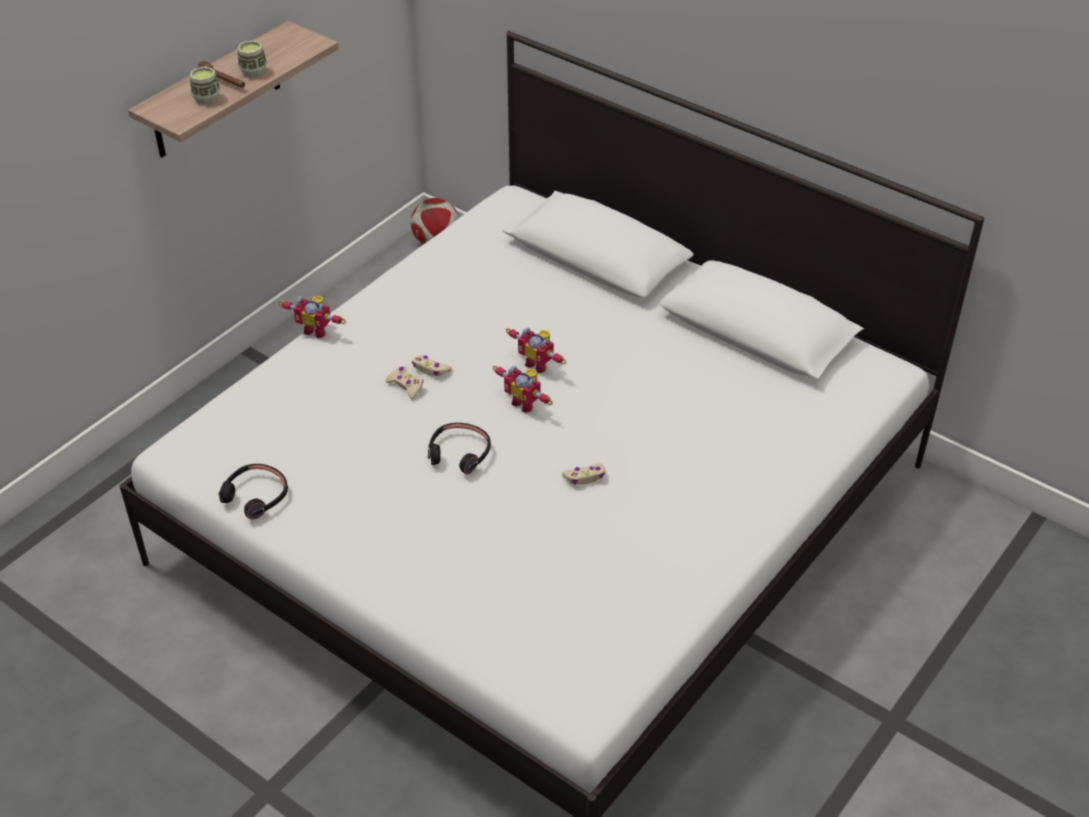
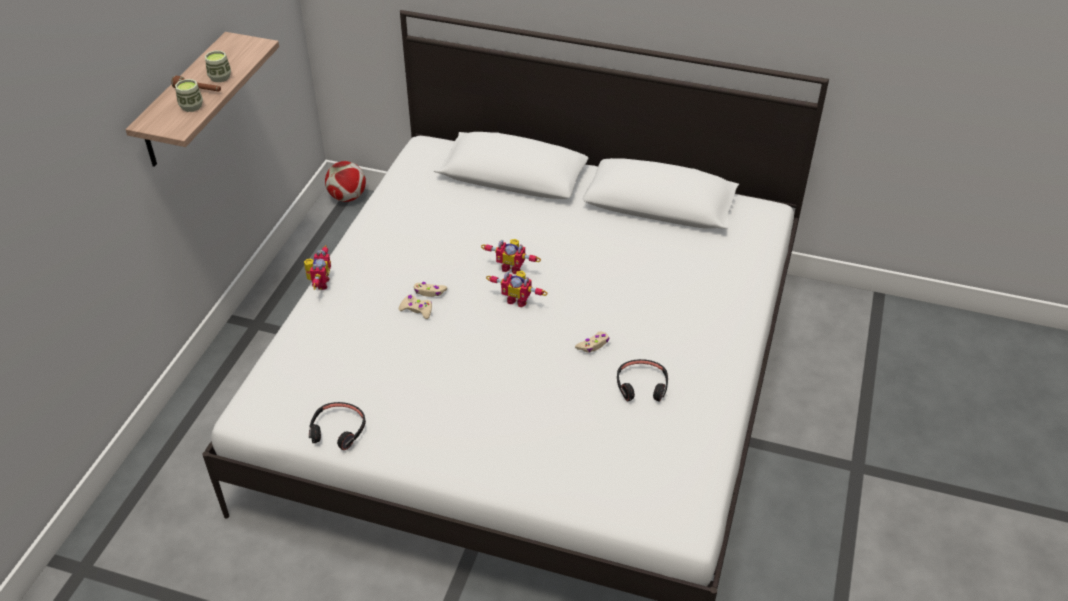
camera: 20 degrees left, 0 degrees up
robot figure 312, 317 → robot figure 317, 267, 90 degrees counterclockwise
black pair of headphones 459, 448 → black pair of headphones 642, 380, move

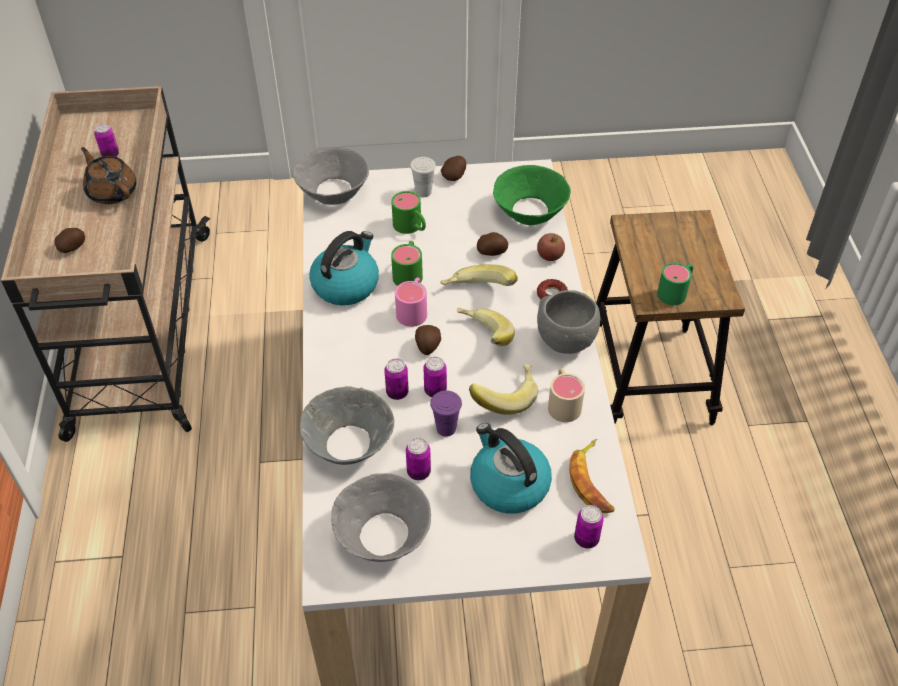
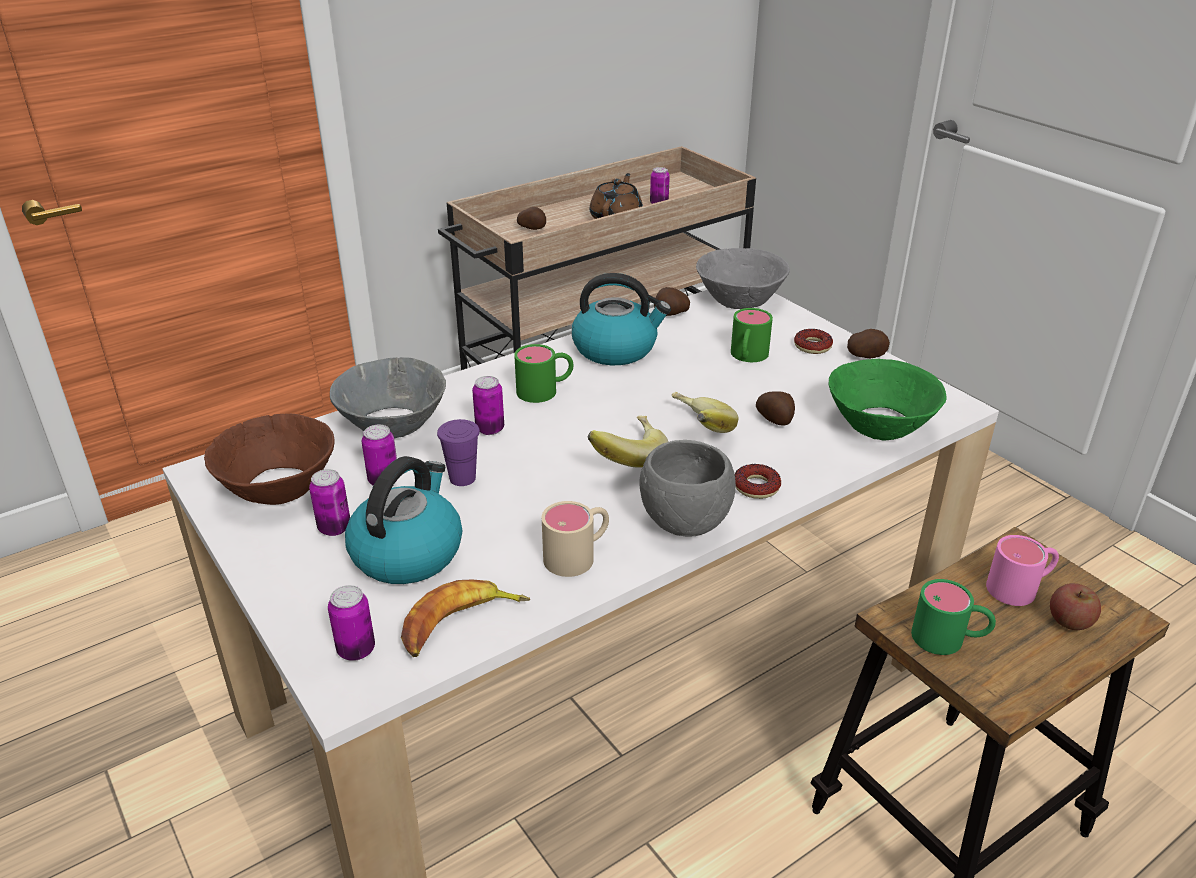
camera: 60 degrees right, 15 degrees down
grey deep dish 381, 517 → brown deep dish 269, 459
green-coloured tea mug 407, 263 → green-coloured tea mug 543, 373, move
pink tea mug 411, 302 → pink tea mug 1022, 570, move
white drinking cup 423, 177 → donut 813, 341
potato 428, 340 → potato 672, 301, move
metal can 435, 376 → metal can 329, 502, move
banana 503, 389 → -
whole apple 551, 247 → whole apple 1075, 606, move

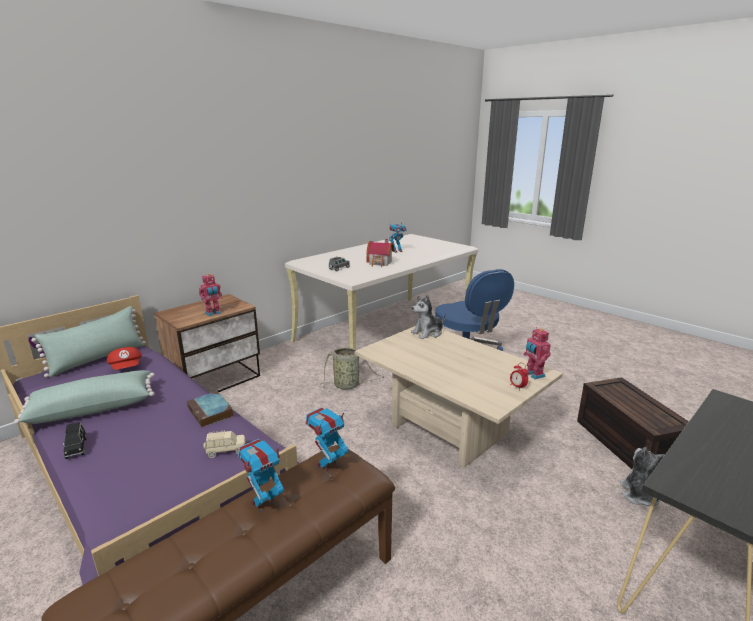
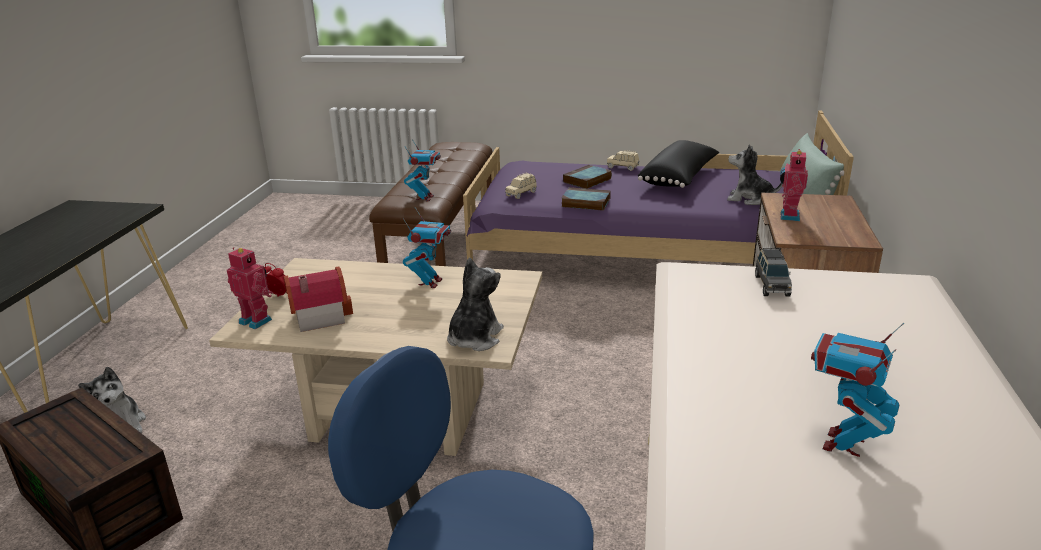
camera: 145 degrees right, 5 degrees up
green-coloured pillow 84, 397 → black pillow 678, 164
black miniature car 75, 440 → beige miniature car 623, 160
reddish cap 124, 358 → cuddly toy 755, 174
robot figure 261, 476 → robot figure 427, 247, move
storage basket 352, 368 → -
toy house 380, 253 → toy house 318, 299, move
- → volume 587, 177

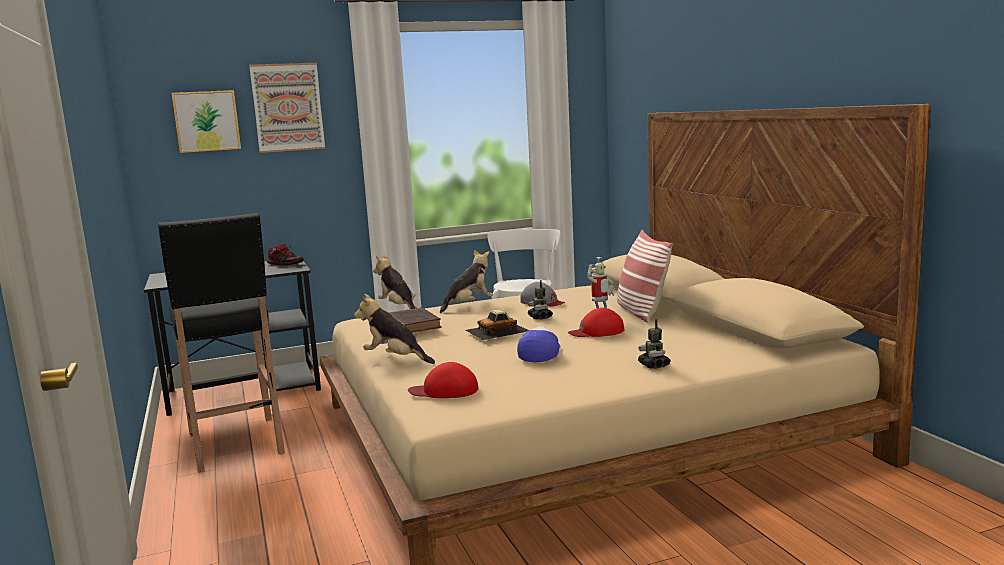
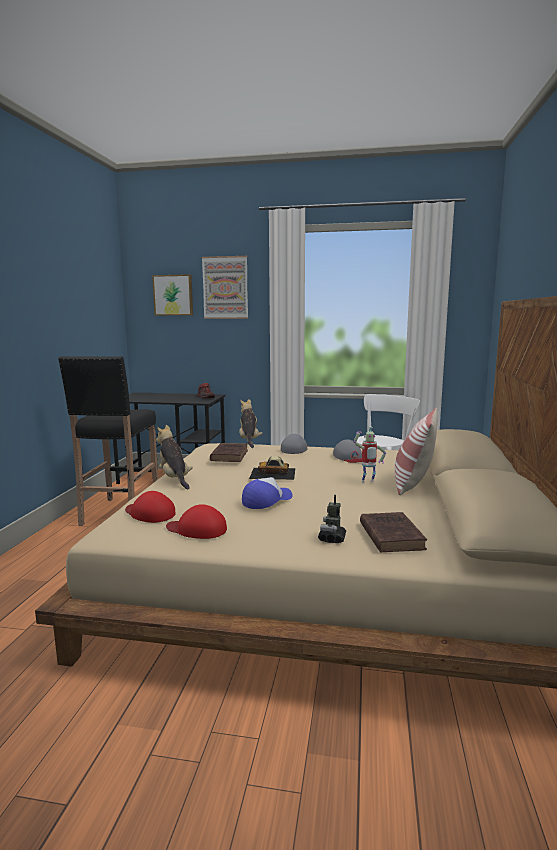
camera: 30 degrees right, 0 degrees up
cuddly toy 466, 281 → grey cap 294, 444
robot figure 540, 300 → -
reddish cap 595, 322 → reddish cap 196, 521, move
- → brown volume 393, 532

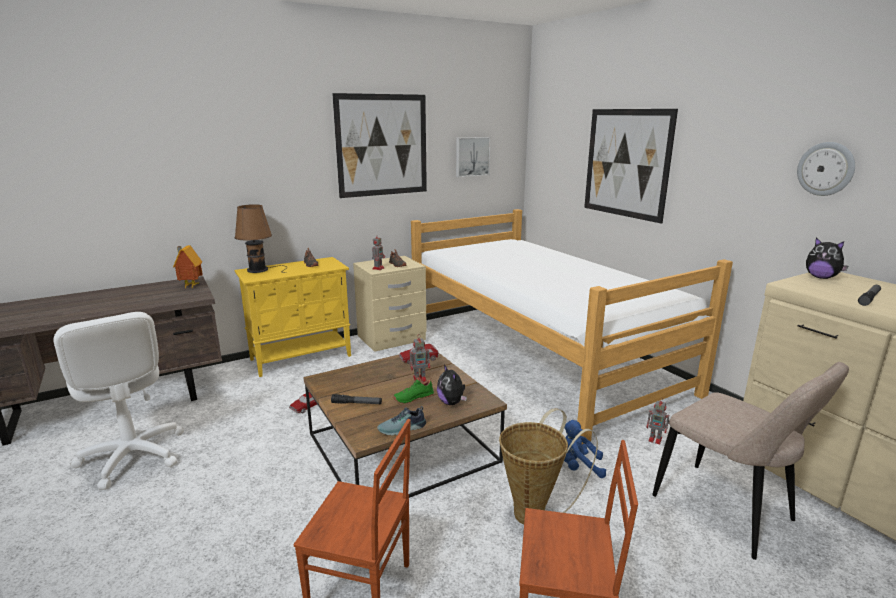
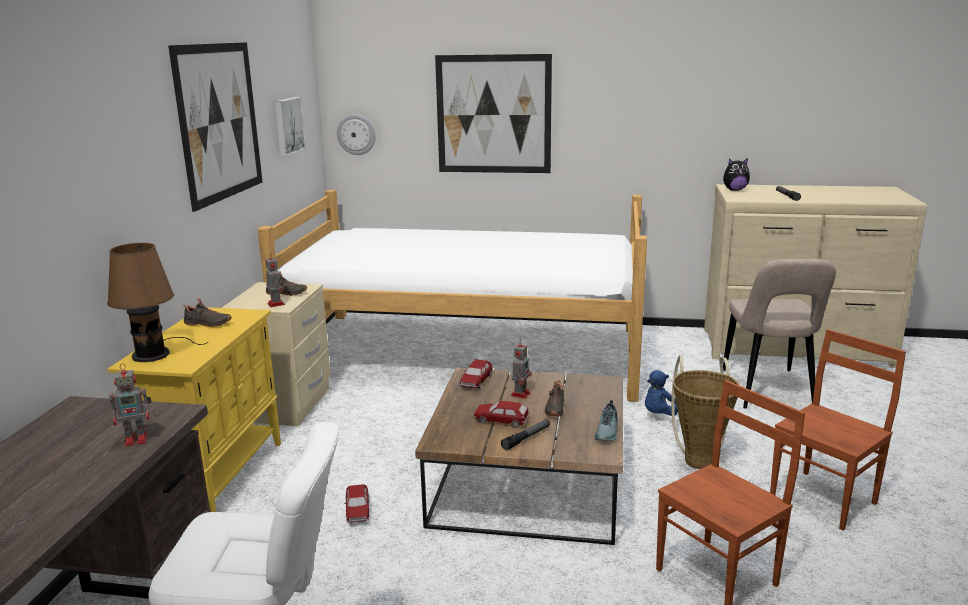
camera: 50 degrees left, 0 degrees up
toy house 188, 267 → -
green-coloured item of footwear 413, 389 → black item of footwear 554, 398
cuddly toy 452, 385 → -
robot figure 658, 421 → robot figure 130, 405, move
beige upright chair 750, 461 → beige upright chair 779, 334, 90 degrees clockwise
hanging clock 826, 169 → hanging clock 356, 134, move
- → miniature car 501, 414

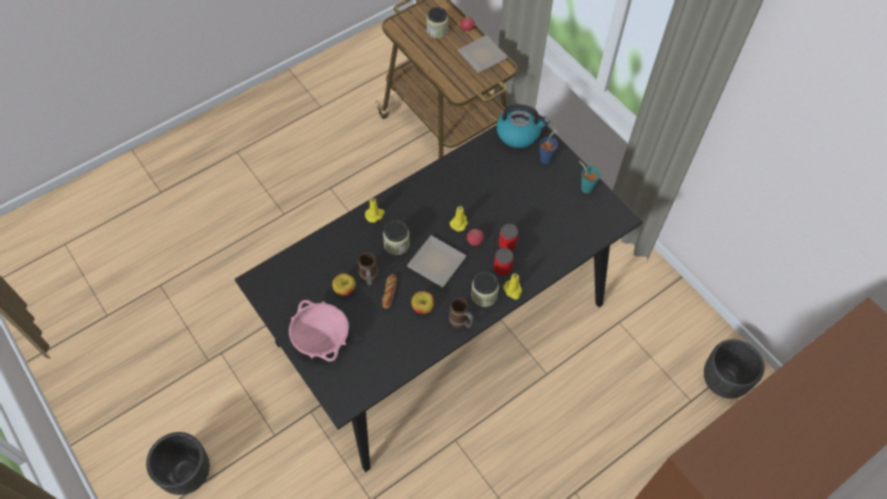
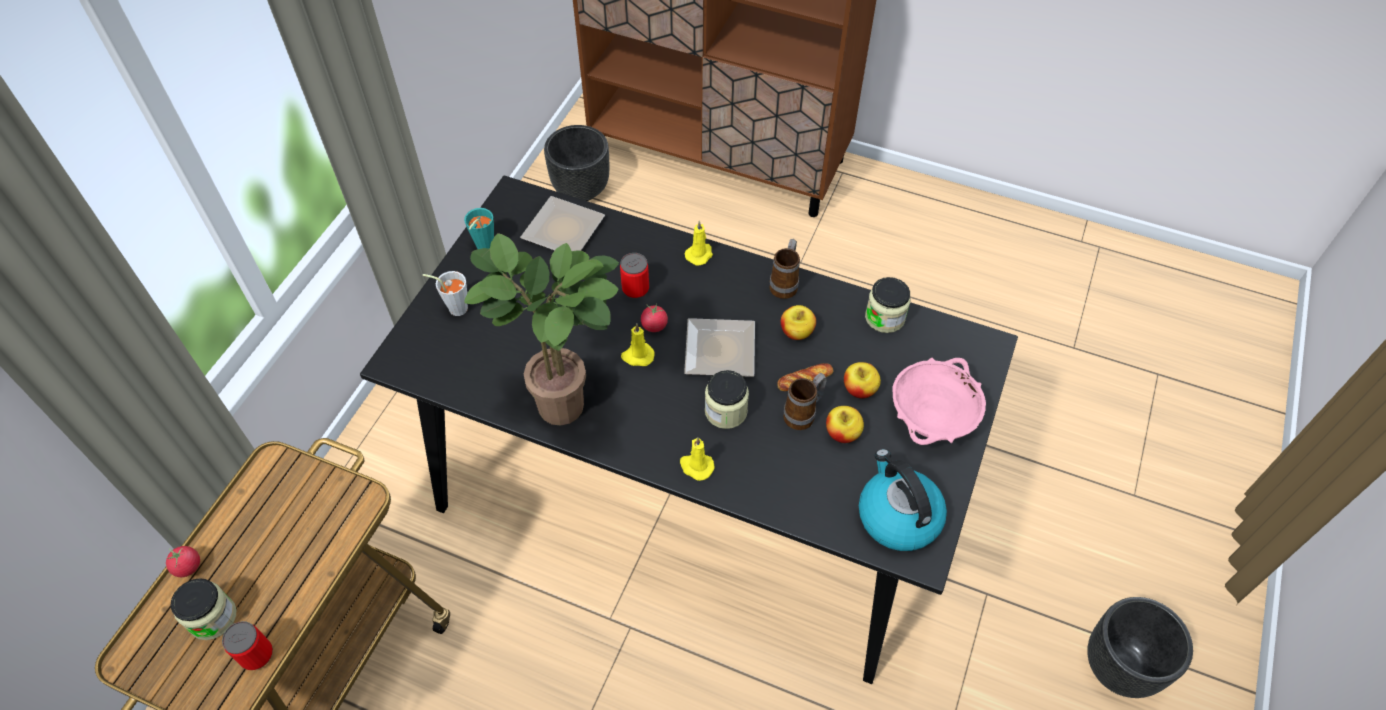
camera: 120 degrees left, 5 degrees down
plate 482, 54 → plate 562, 223, move
jar 485, 289 → jar 887, 305, move
metal can 504, 262 → metal can 247, 645, move
water kettle 523, 126 → water kettle 903, 500, move
bluish drinking cup 549, 146 → grey drinking cup 445, 293
- → plant in a pot 541, 329
- → whole apple 862, 380

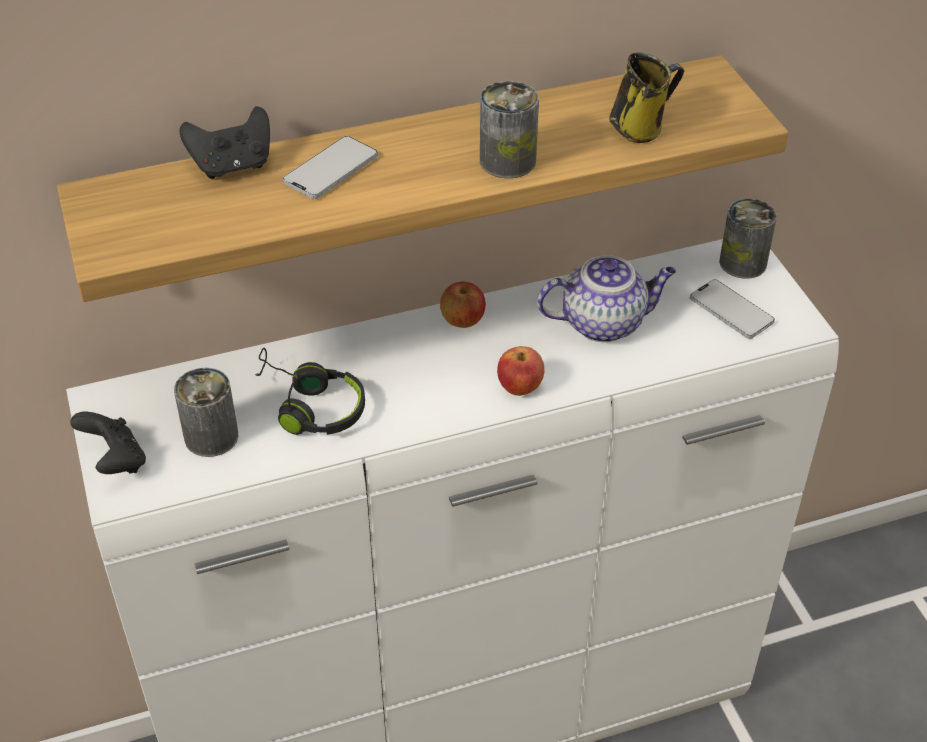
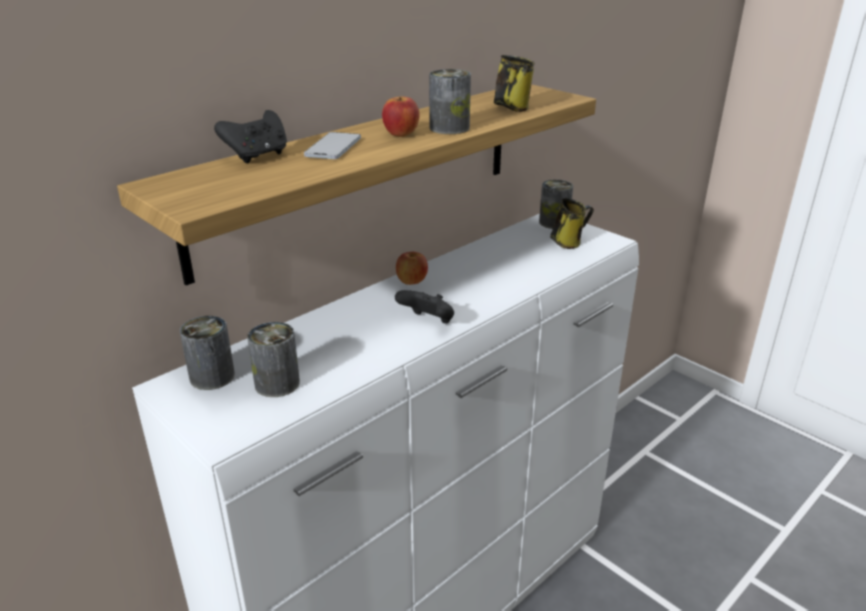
camera: 25 degrees left, 15 degrees down
black joypad 108, 442 → black joypad 424, 306, move
black pair of headphones 310, 391 → -
whole apple 521, 371 → whole apple 401, 116, move
pot for tea 606, 298 → -
phone 732, 309 → tea mug 572, 223
- → metal can 207, 353

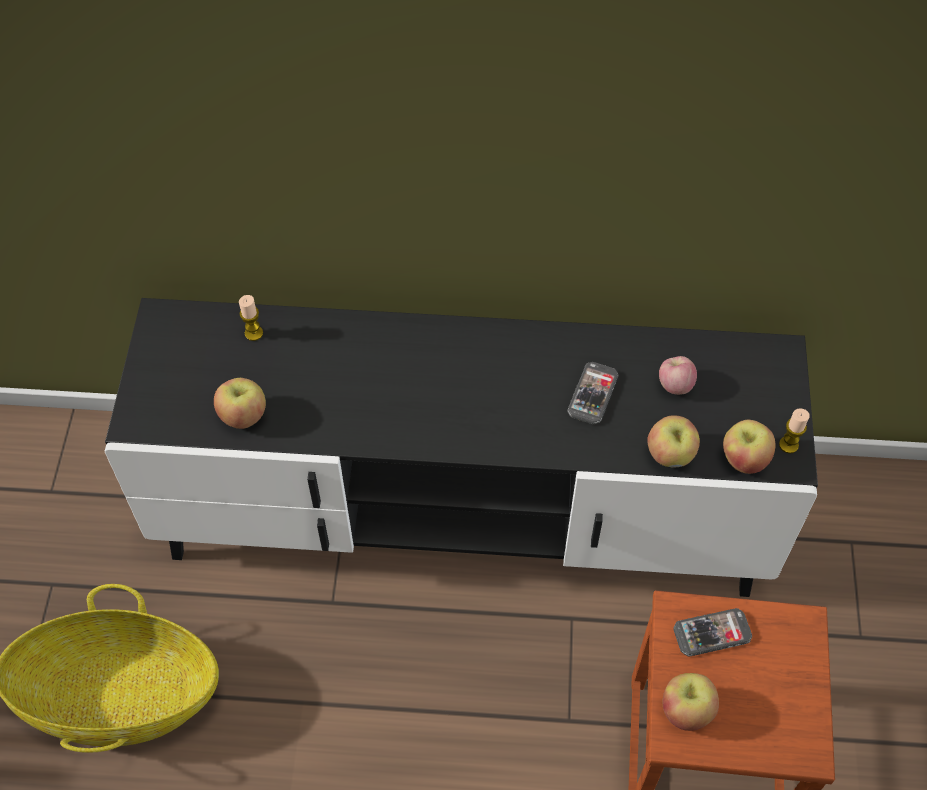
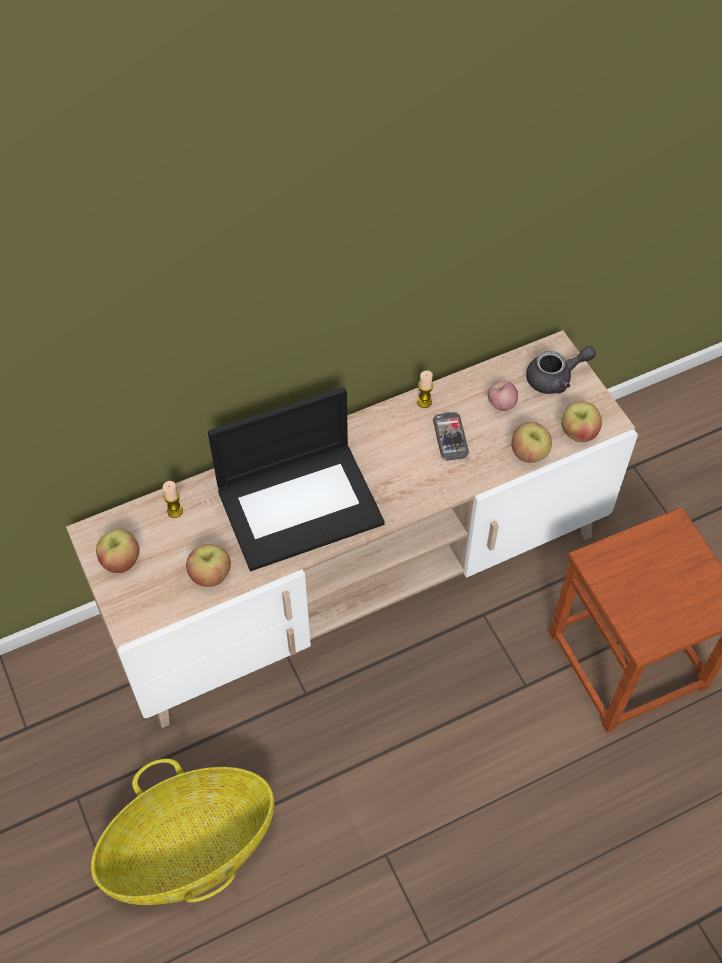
camera: 30 degrees left, 0 degrees up
black media console 461, 447 → beige media console 352, 529
whole apple 691, 702 → whole apple 118, 551, move
phone 712, 632 → -
wax candle 794, 431 → wax candle 425, 389, move
- → portable computer 296, 479
- → grey pot for tea 561, 370

